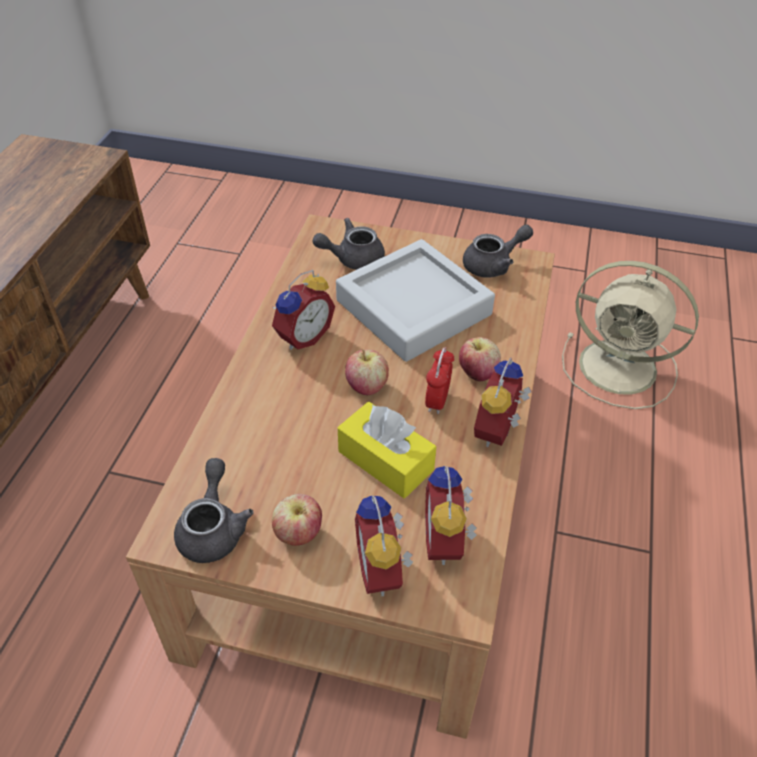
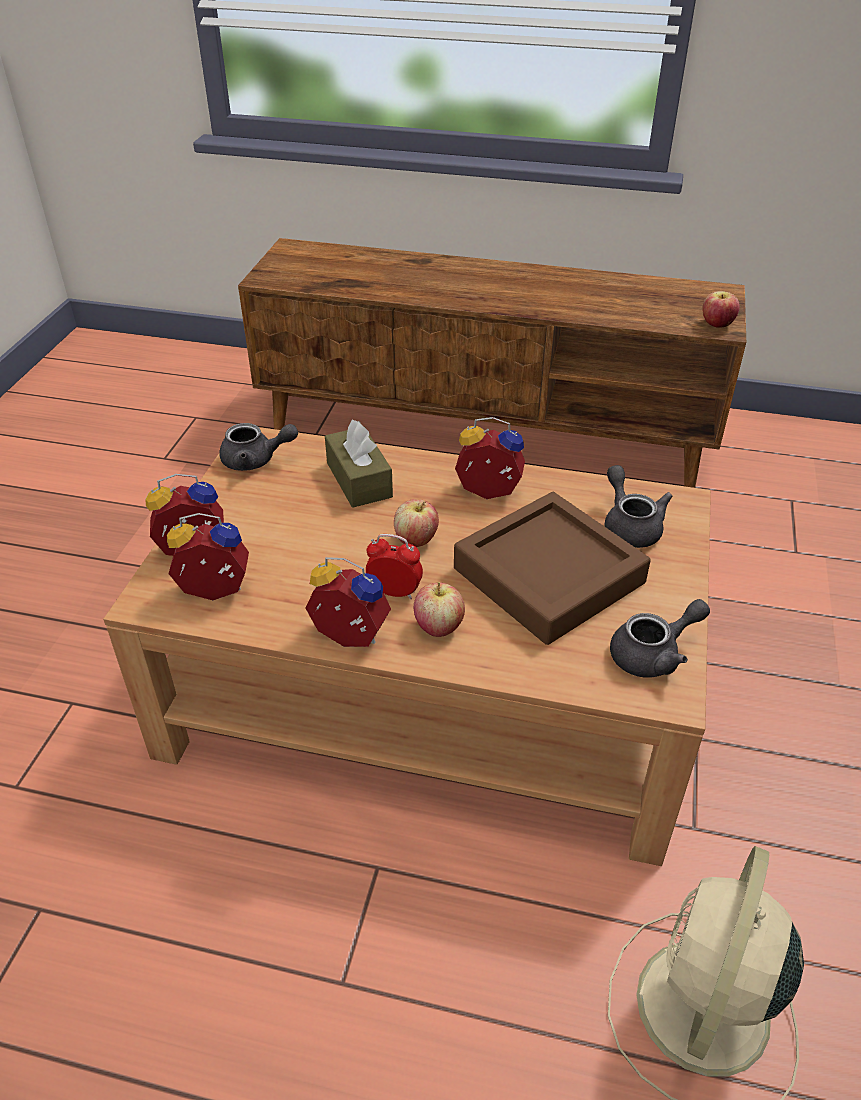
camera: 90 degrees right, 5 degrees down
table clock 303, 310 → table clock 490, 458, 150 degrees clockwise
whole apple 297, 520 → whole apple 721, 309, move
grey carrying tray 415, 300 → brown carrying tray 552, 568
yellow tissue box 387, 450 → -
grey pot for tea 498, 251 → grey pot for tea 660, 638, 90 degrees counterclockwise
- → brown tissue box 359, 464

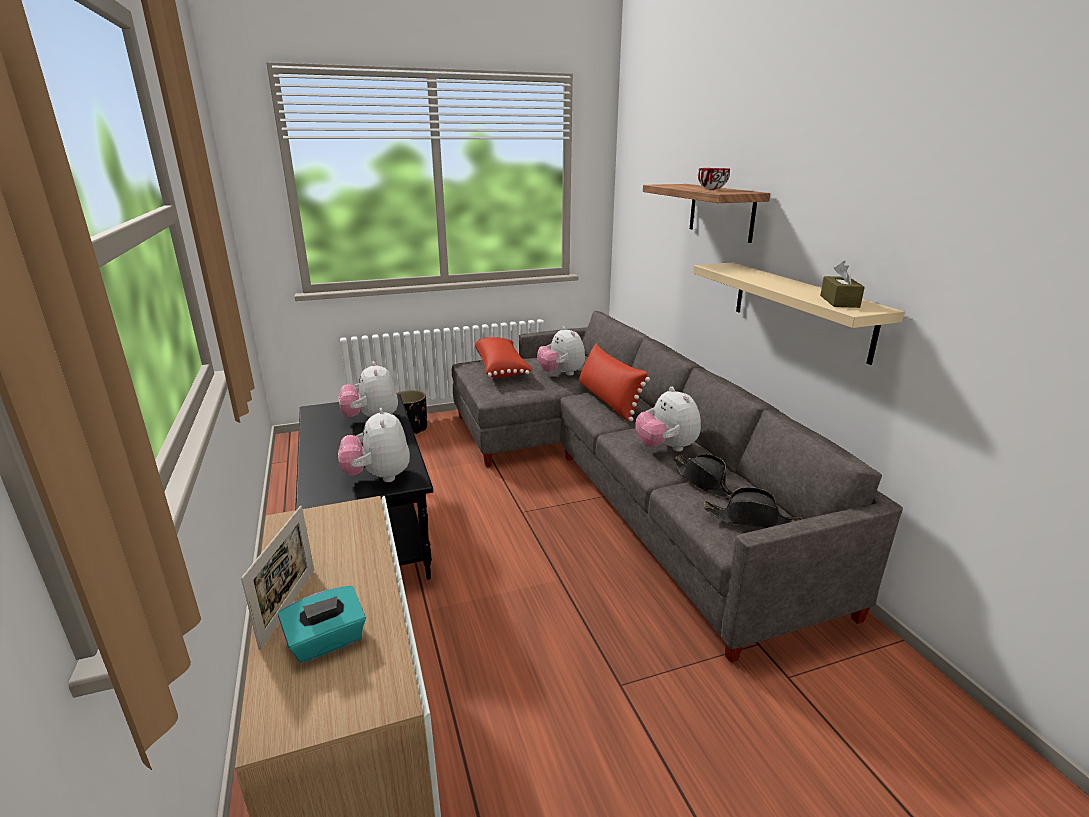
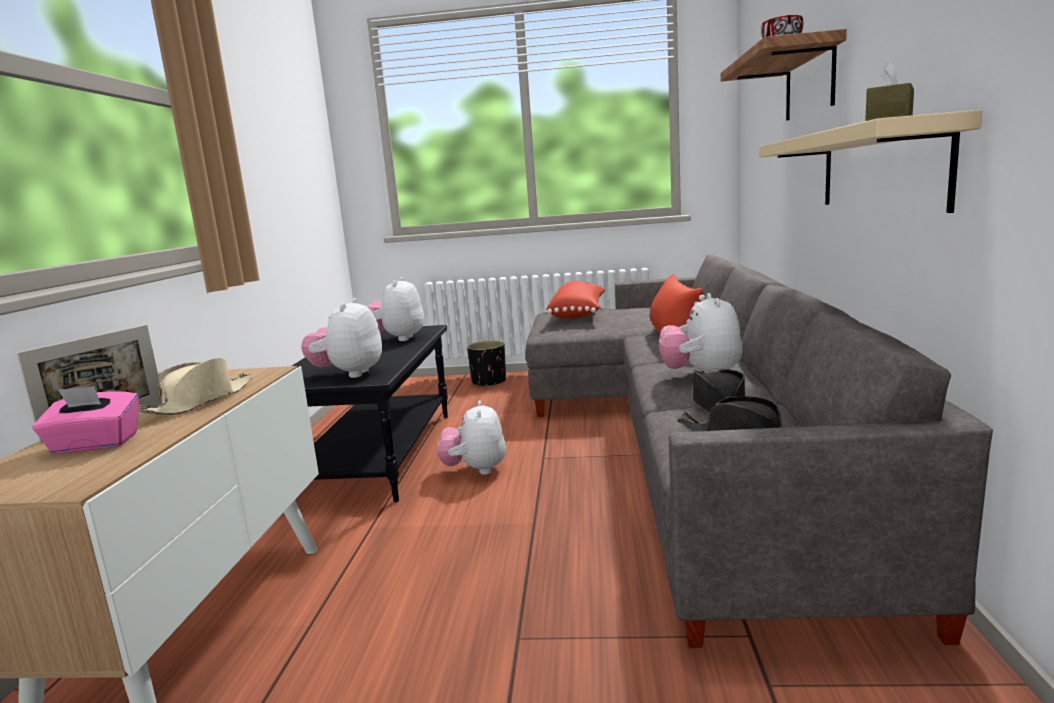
camera: 25 degrees right, 10 degrees down
blue-green tissue box 322, 624 → pink tissue box 85, 420
cuddly toy 561, 351 → cuddly toy 472, 437, move
- → beige clothing hat 195, 386

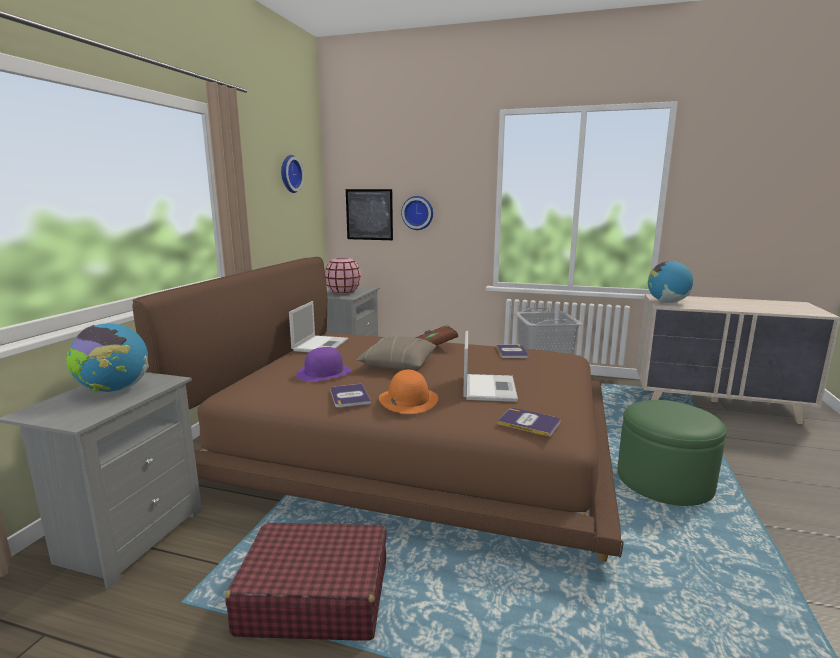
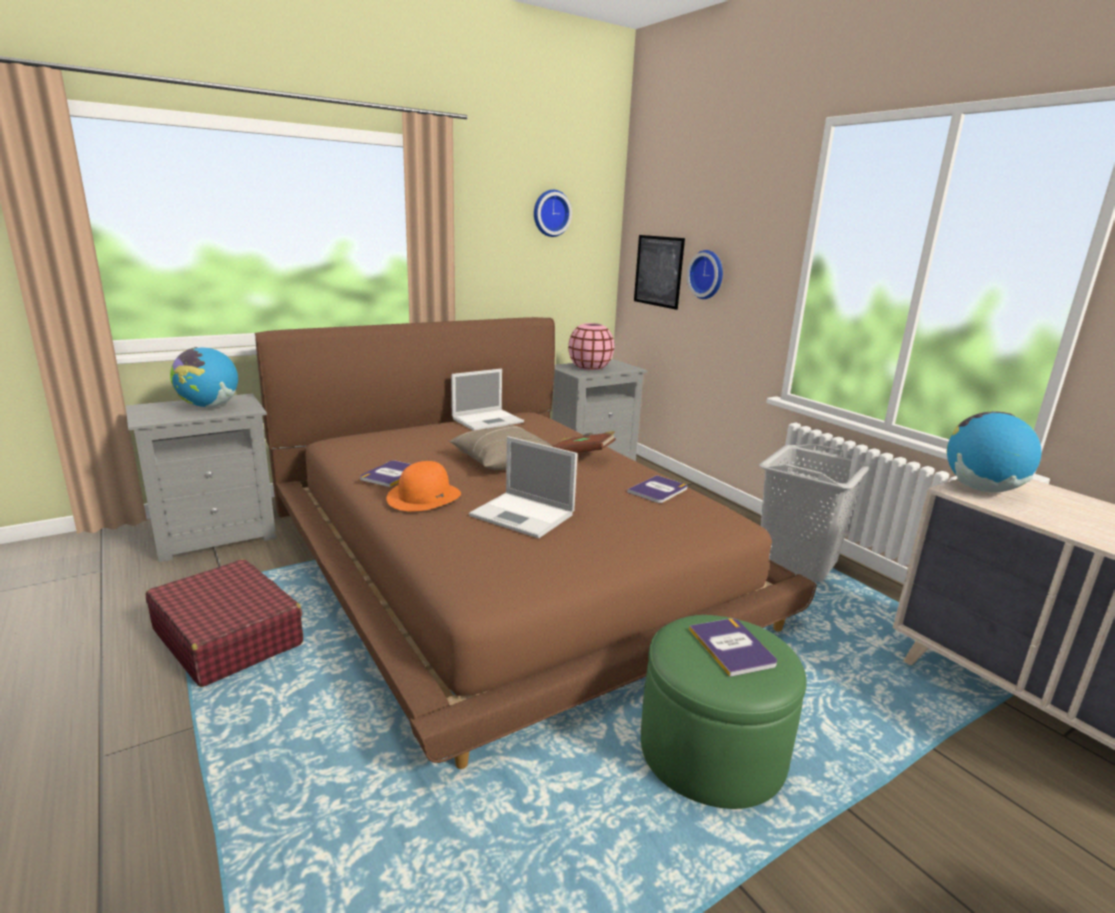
camera: 40 degrees right, 5 degrees up
purple clothing hat 324, 364 → -
portable computer 490, 366 → portable computer 523, 487, 75 degrees clockwise
volume 529, 422 → volume 733, 647, move

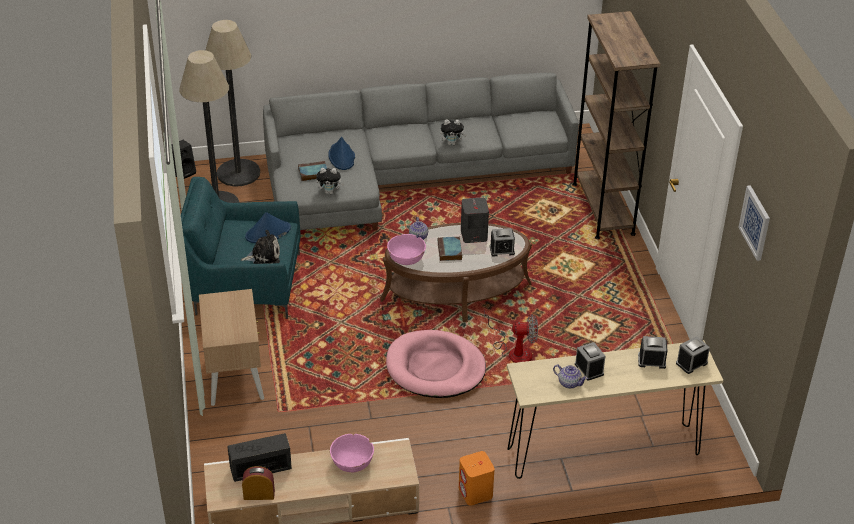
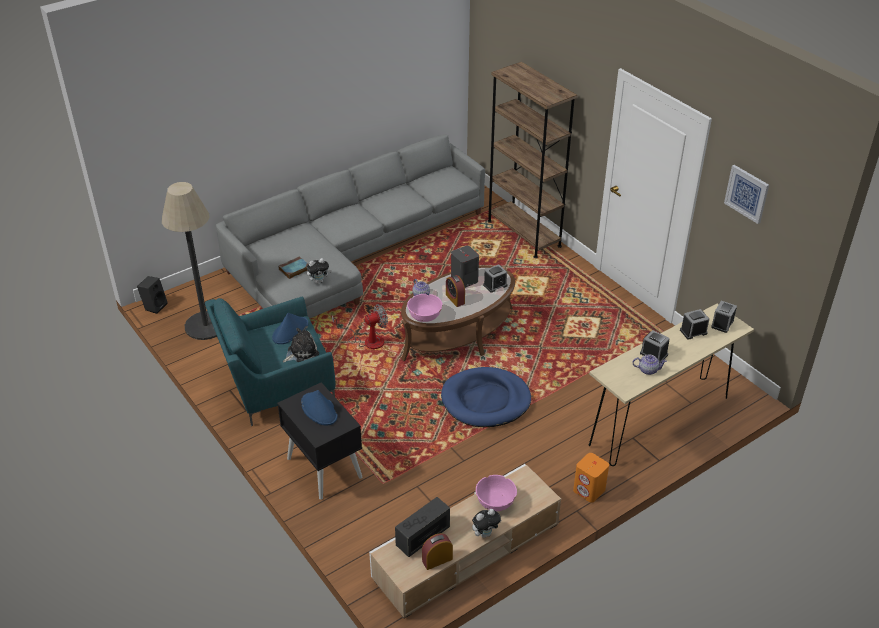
camera: 25 degrees left, 0 degrees up
beige night table 231, 347 → black night table 320, 441
floor lamp 232, 103 → -
bluish clothing hat 341, 153 → bluish clothing hat 319, 407, move
pink dog bed 436, 364 → bluish dog bed 486, 397
volume 450, 249 → table clock 455, 291
cuddly toy 453, 132 → cuddly toy 486, 523, move
electric fan 511, 336 → electric fan 359, 326, move

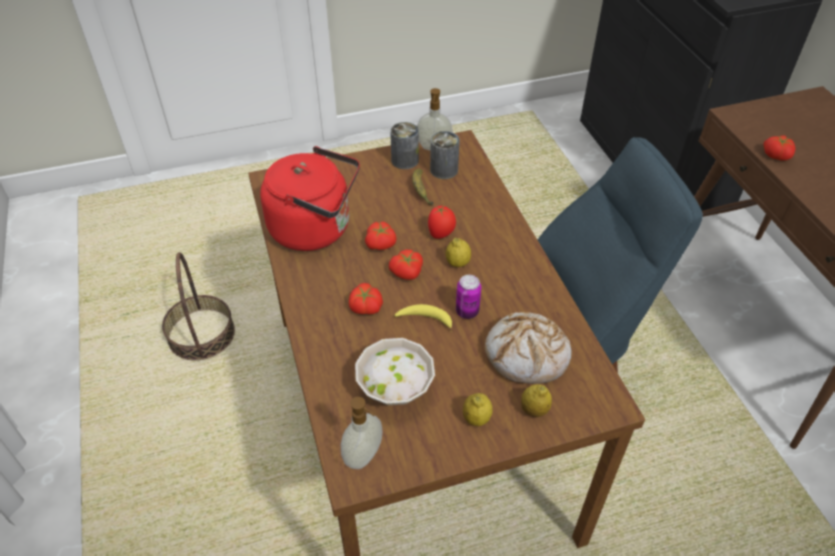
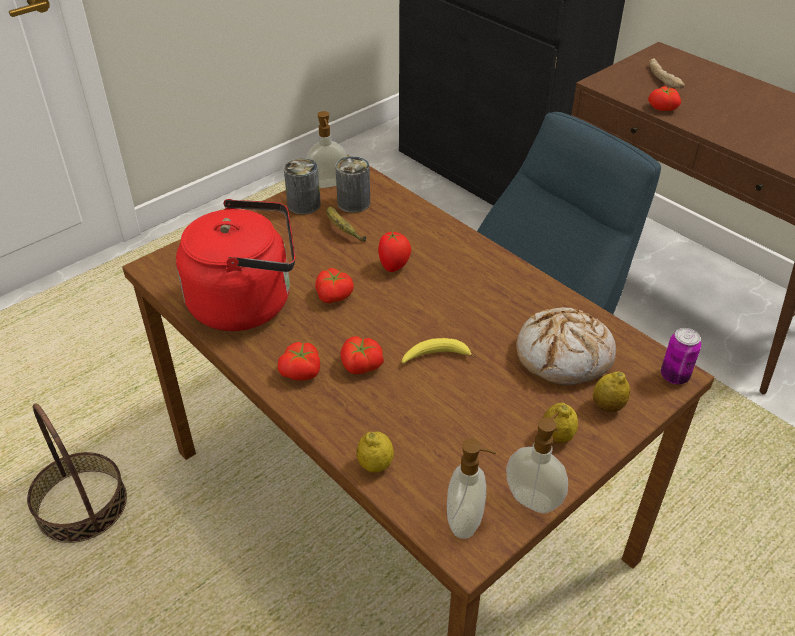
camera: 25 degrees left, 5 degrees down
white deep dish 395, 371 → -
fresh tomato 406, 265 → fresh tomato 299, 361, move
citrus fruit 458, 252 → citrus fruit 375, 452, move
metal can 468, 297 → metal can 681, 356, move
- → liquid soap bottle 537, 462
- → bread 667, 73

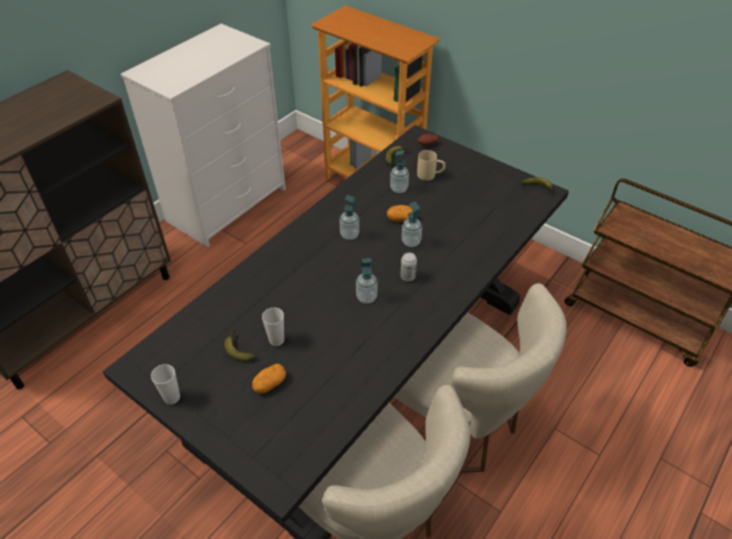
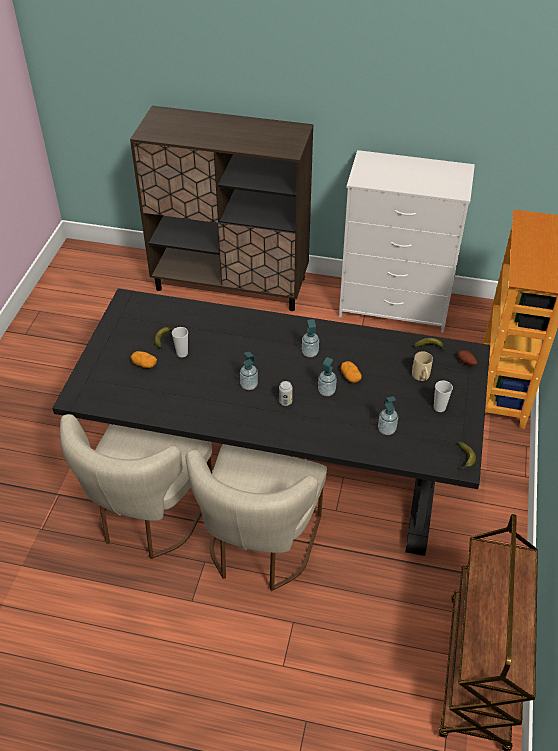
camera: 65 degrees right, 0 degrees up
drinking cup 165, 384 → drinking cup 443, 396, move
liquid soap bottle 399, 171 → liquid soap bottle 388, 415, move

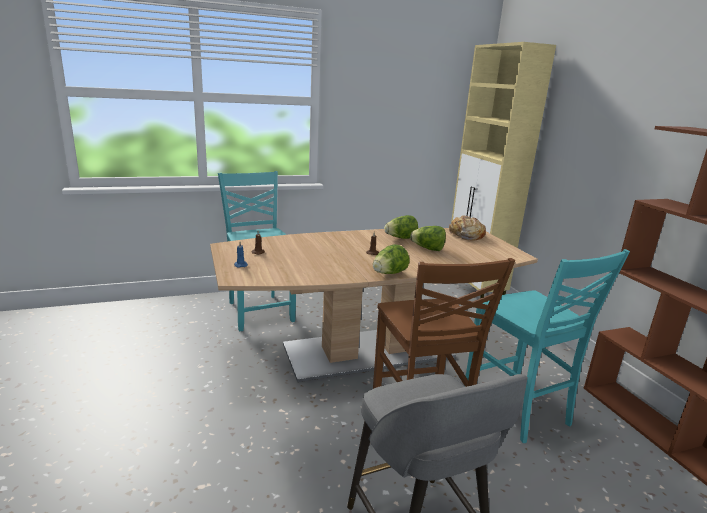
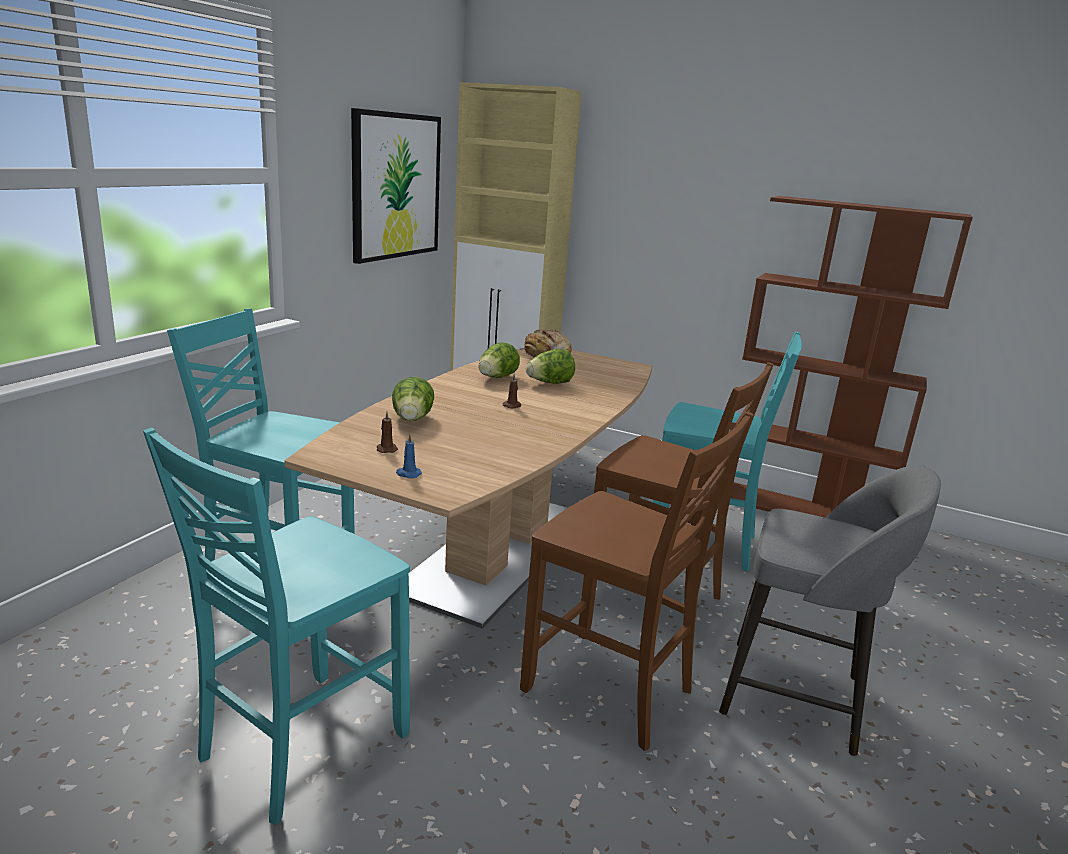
camera: 45 degrees left, 0 degrees up
lettuce head 391, 259 → lettuce head 413, 399, move
- → blue-green upright chair 276, 626
- → picture 396, 186
- → brown upright chair 637, 581

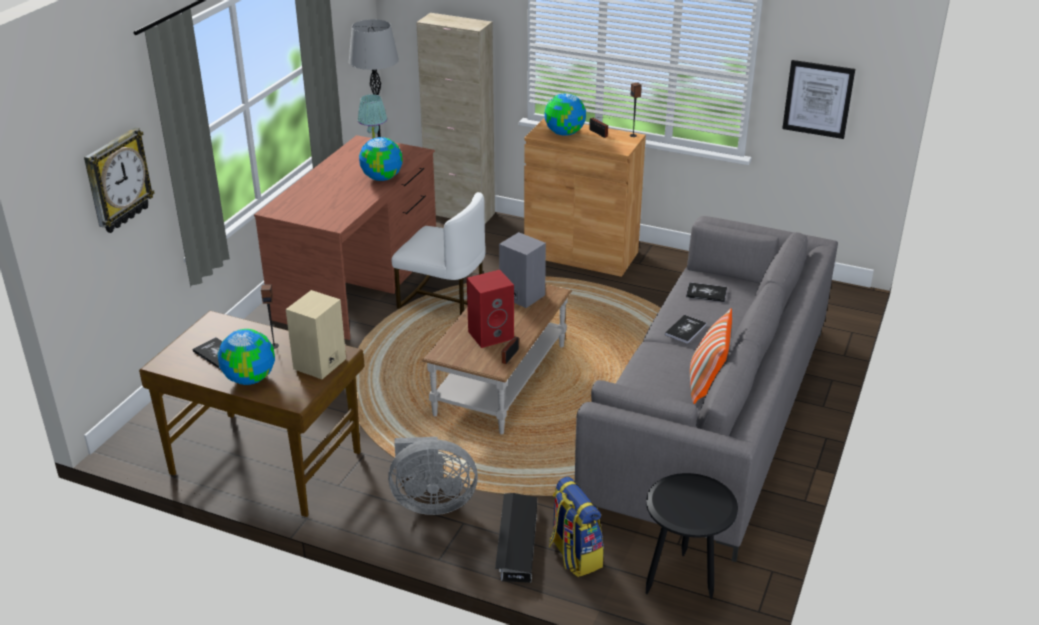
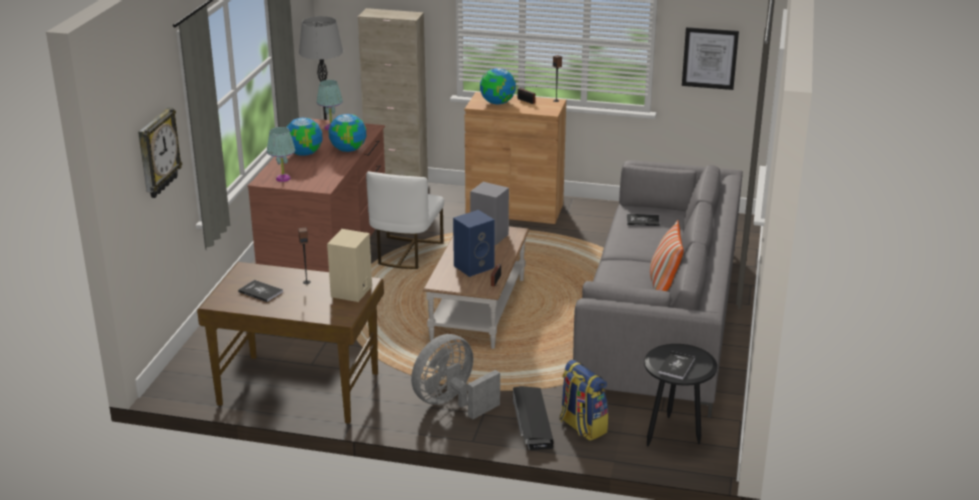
camera: 10 degrees left, 5 degrees down
desk globe 246, 357 → desk globe 304, 137, move
grey electric fan 433, 476 → grey electric fan 455, 376, 150 degrees clockwise
white upright chair 438, 253 → white upright chair 405, 220, 90 degrees clockwise
reddish speaker 490, 309 → bluish speaker 474, 243
volume 686, 329 → volume 676, 365, move
- → blue-green table lamp 281, 154

